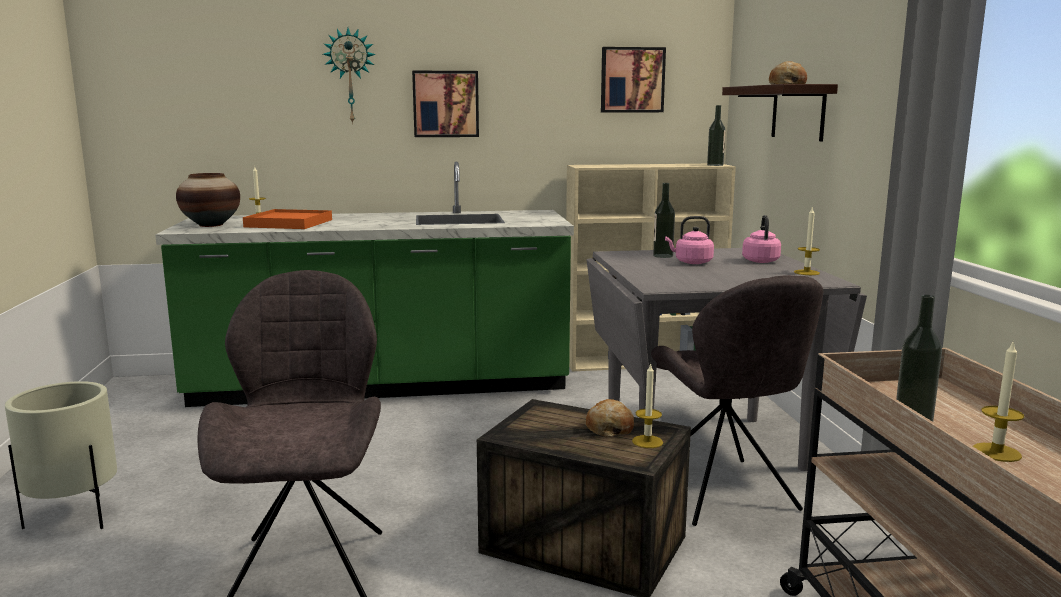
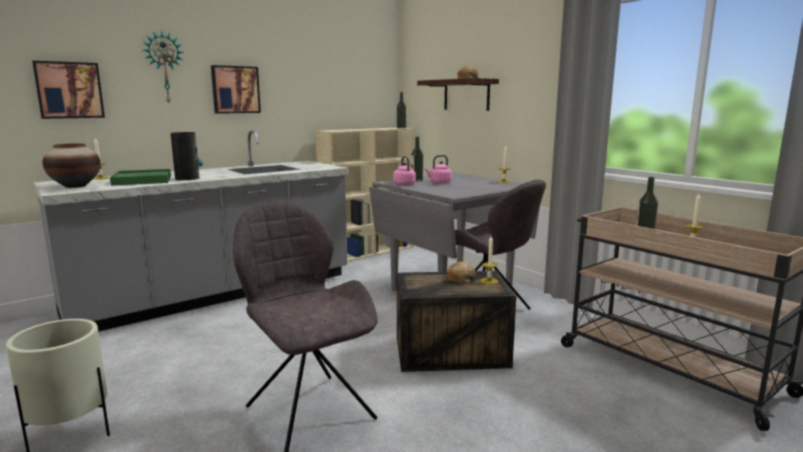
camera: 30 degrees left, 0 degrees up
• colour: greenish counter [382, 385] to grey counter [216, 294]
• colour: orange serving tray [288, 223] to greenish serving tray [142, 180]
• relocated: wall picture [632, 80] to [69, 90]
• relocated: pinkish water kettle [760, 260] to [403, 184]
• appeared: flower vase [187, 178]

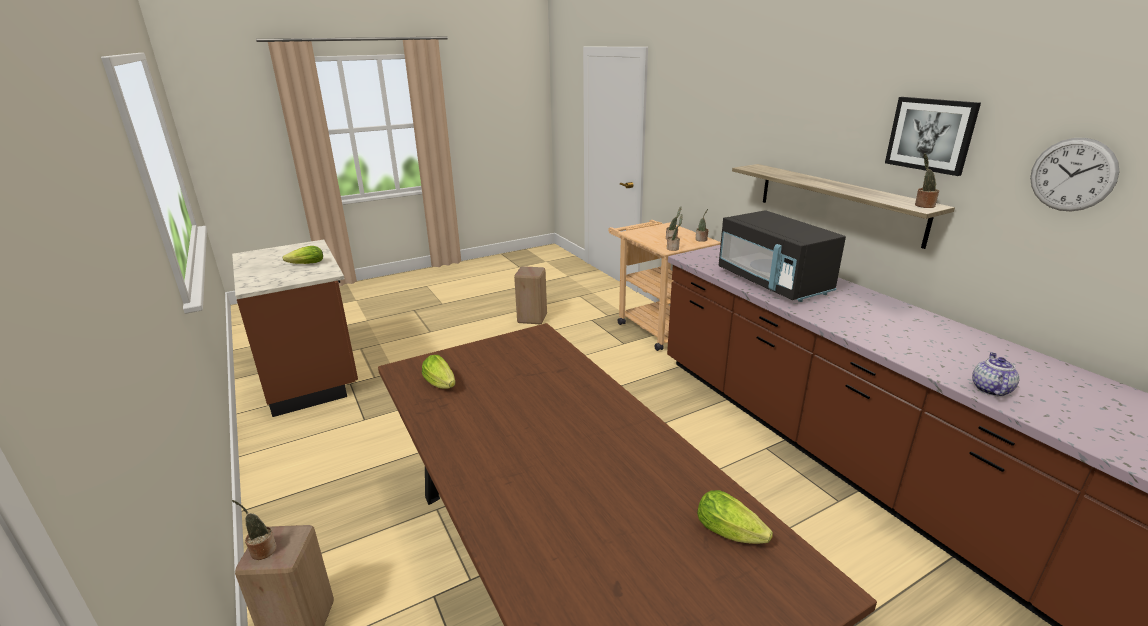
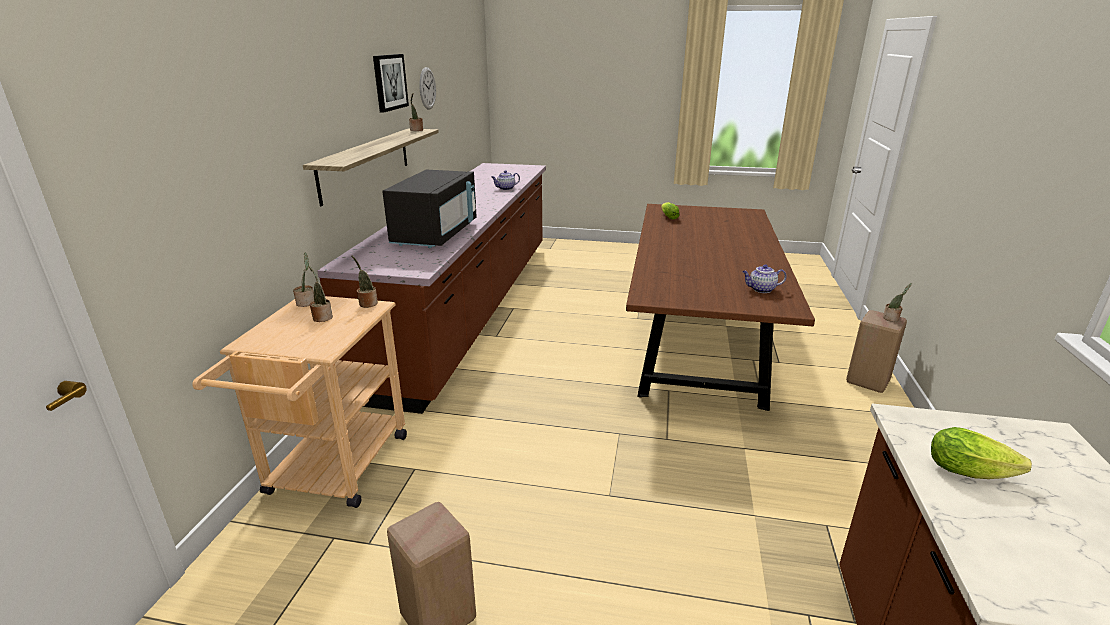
camera: 140 degrees left, 0 degrees up
• exchanged: lettuce head [441, 384] to pot for tea [761, 289]

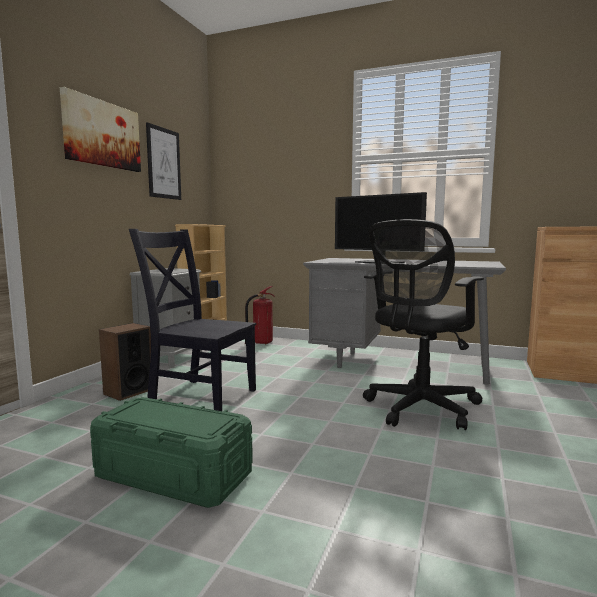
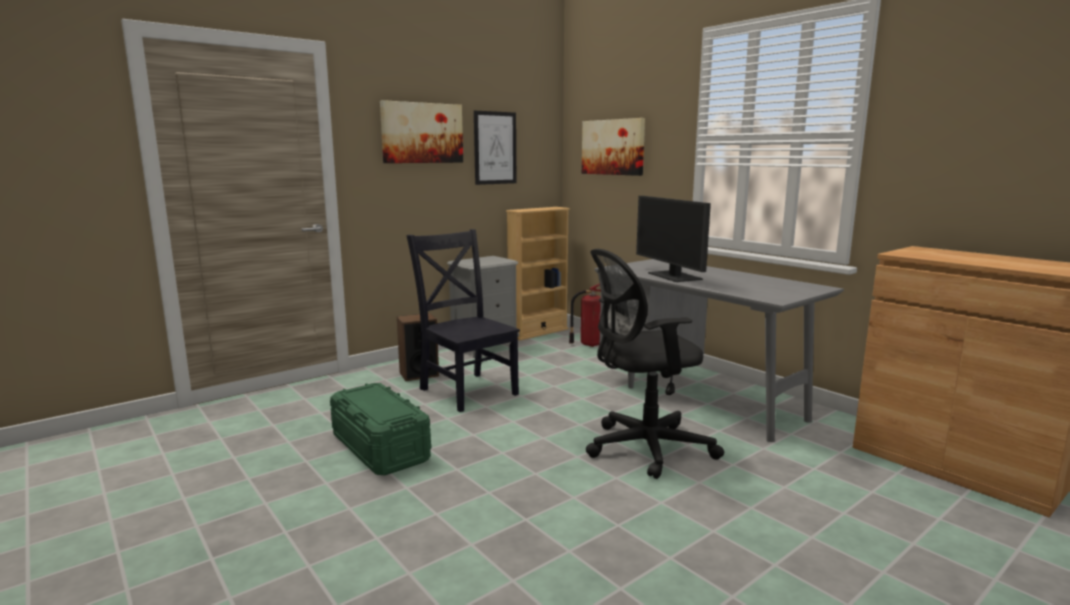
camera: 30 degrees right, 5 degrees up
• appeared: wall picture [613, 147]

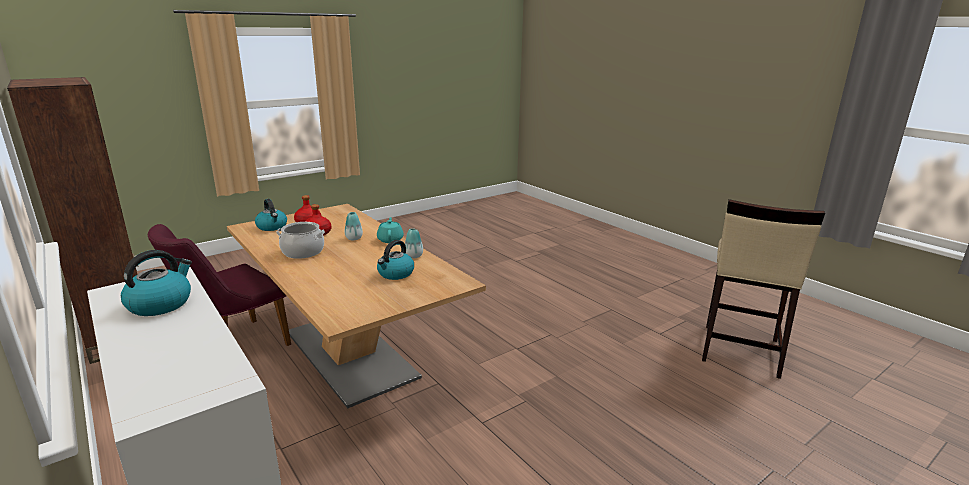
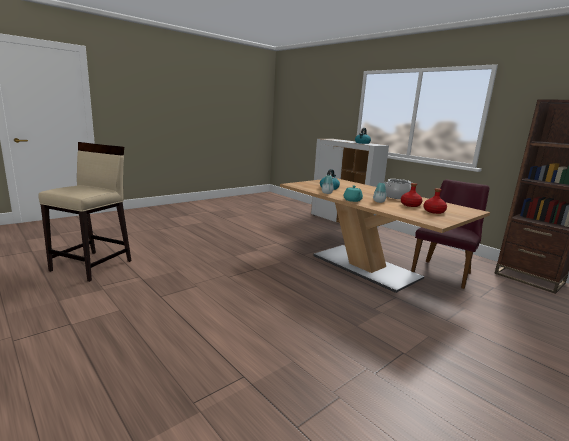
camera: 175 degrees right, 5 degrees down
• missing: water kettle [272, 227]

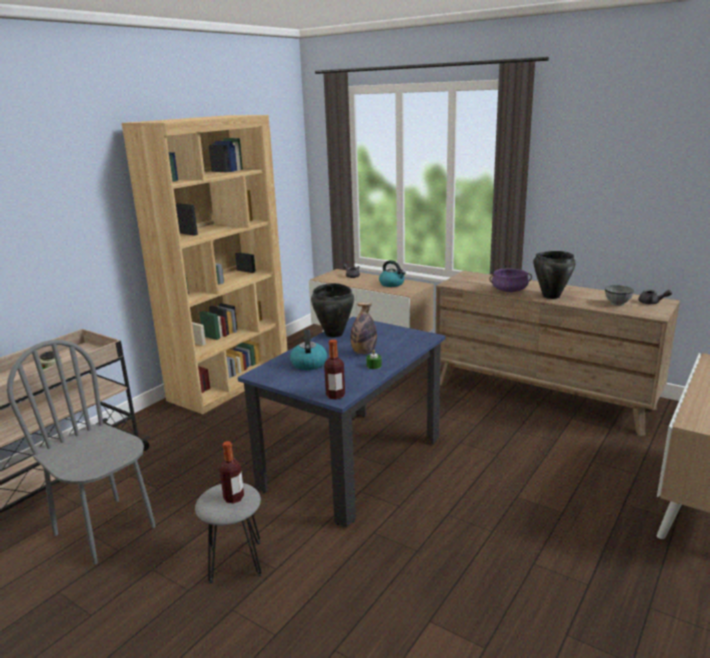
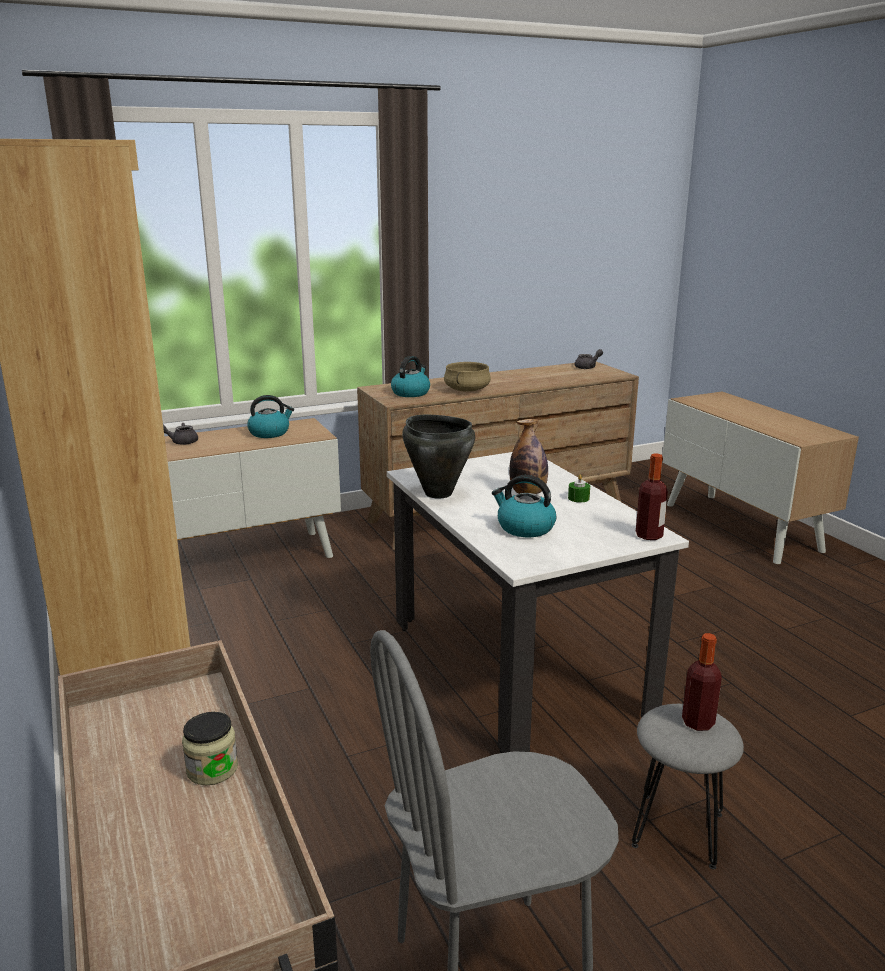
camera: 60 degrees left, 0 degrees up
• colour: blue-coloured kitchen table [352, 462] to whitish kitchen table [516, 665]
• colour: purplish cooking pot [509, 290] to beige cooking pot [467, 390]
• missing: black-coloured cooking pot [550, 296]
• missing: grey bowl [617, 303]
• appeared: water kettle [411, 393]

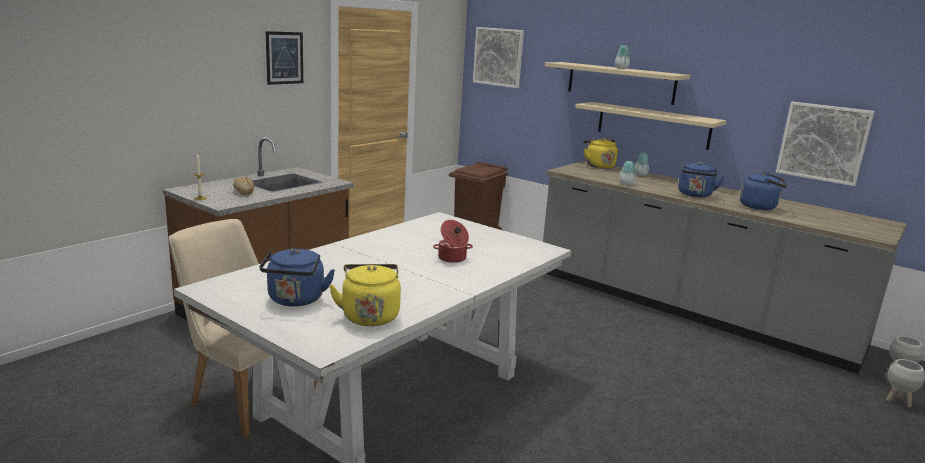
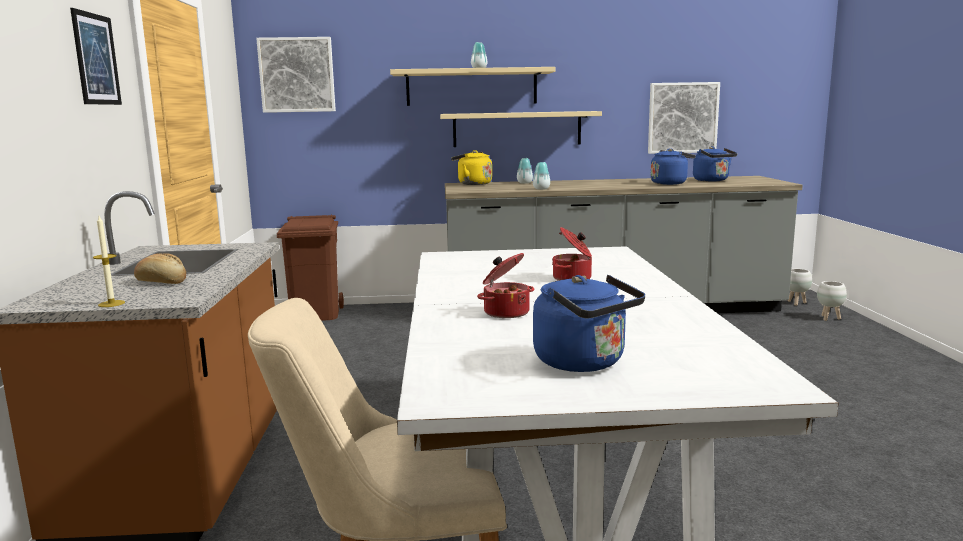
camera: 40 degrees left, 5 degrees down
• missing: yellow water kettle [369, 315]
• relocated: blue-coloured water kettle [695, 195] to [712, 180]
• appeared: cooking pot [505, 312]

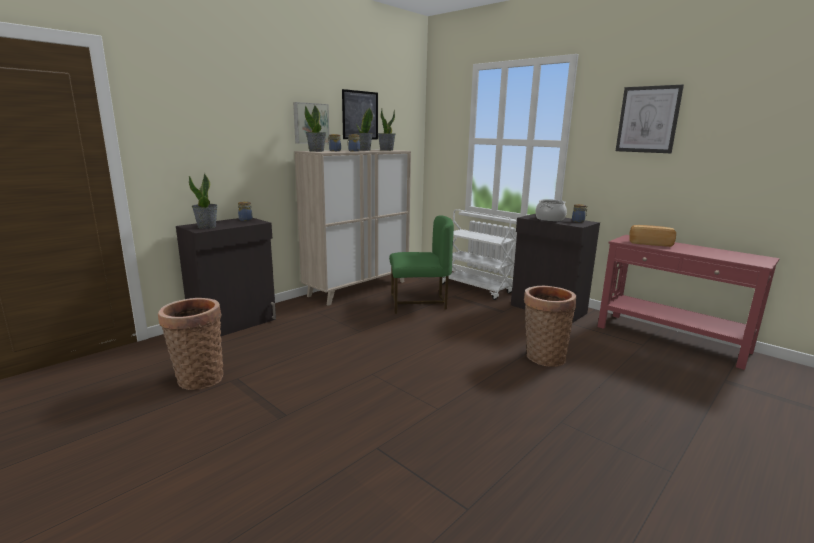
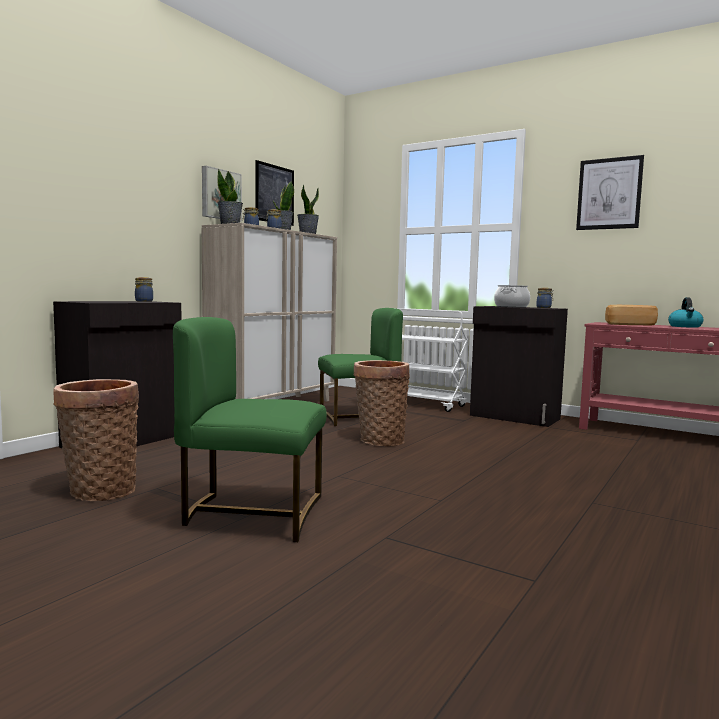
camera: 10 degrees left, 10 degrees down
• missing: plant in a pot [207, 227]
• relocated: household basket [542, 357] to [379, 440]
• appeared: greenish chair [253, 513]
• appeared: water kettle [685, 326]

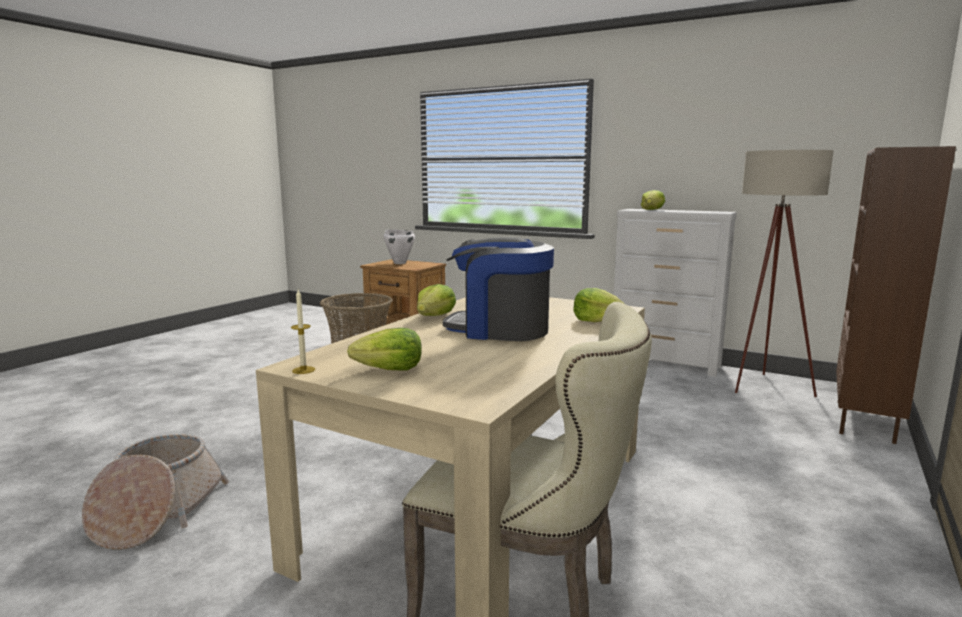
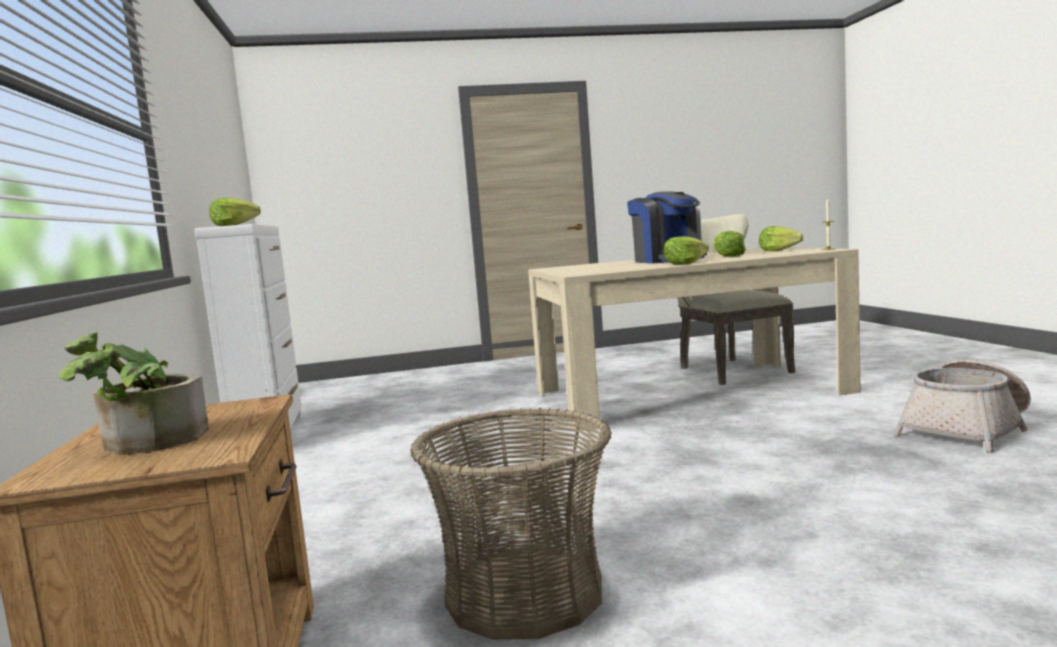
camera: 130 degrees left, 5 degrees down
• exchanged: whitish cooking pot [399, 263] to plant in a pot [143, 444]
• relocated: lettuce head [597, 320] to [728, 256]
• missing: beige standard lamp [763, 388]
• missing: brown-coloured shelving unit [866, 421]

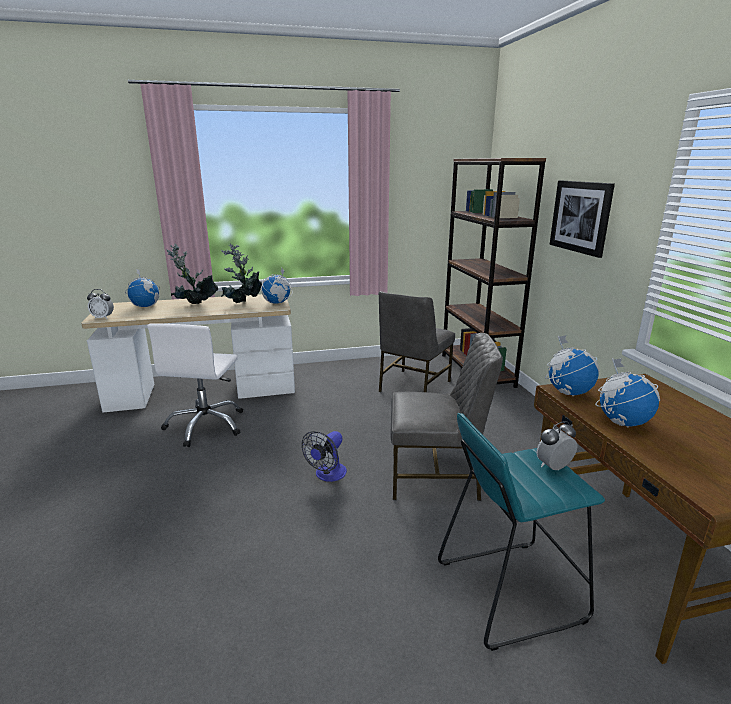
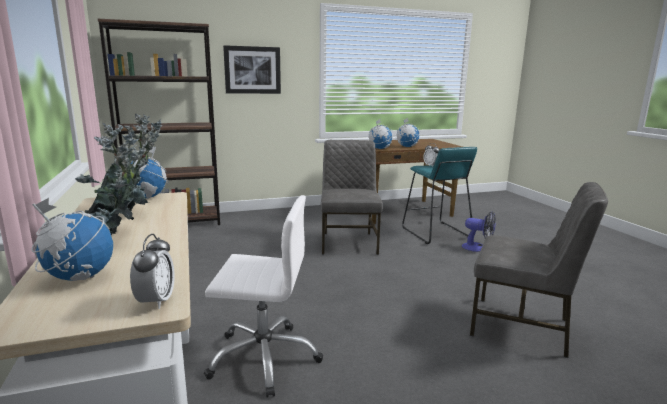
camera: 95 degrees left, 5 degrees down
• relocated: electric fan [327, 475] to [478, 248]
• relocated: grey chair [413, 386] to [522, 327]

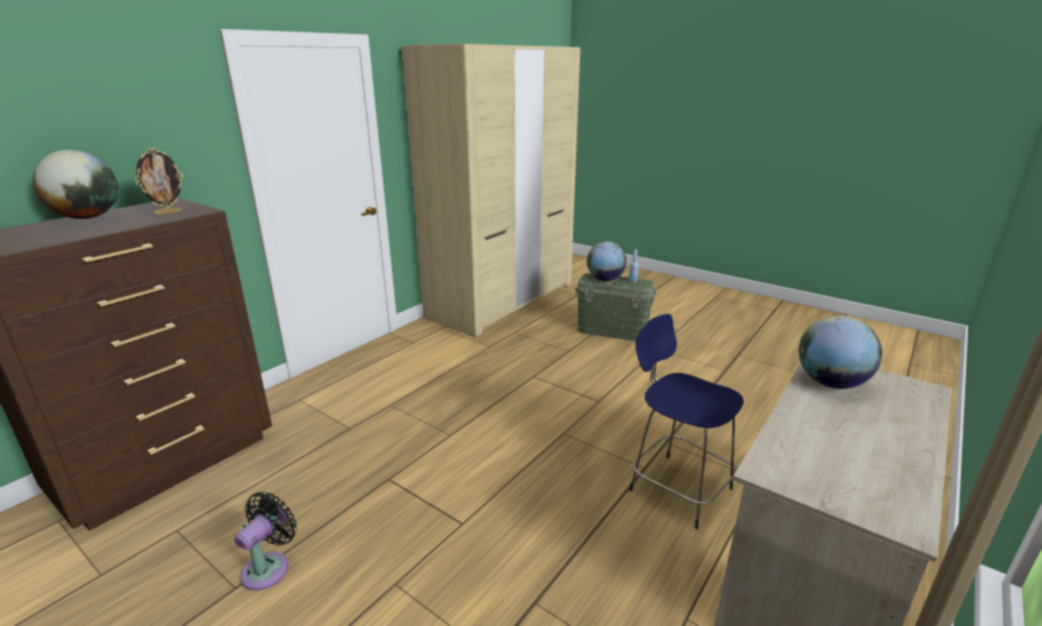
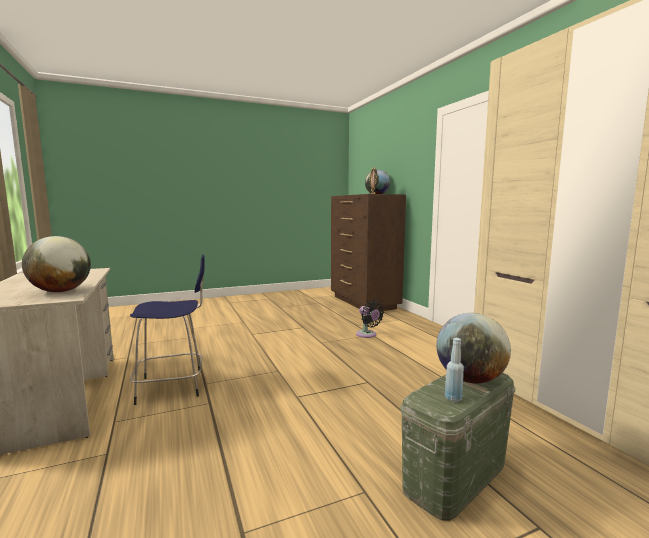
camera: 120 degrees right, 15 degrees down
• relocated: black-coloured electric fan [269, 567] to [367, 335]

